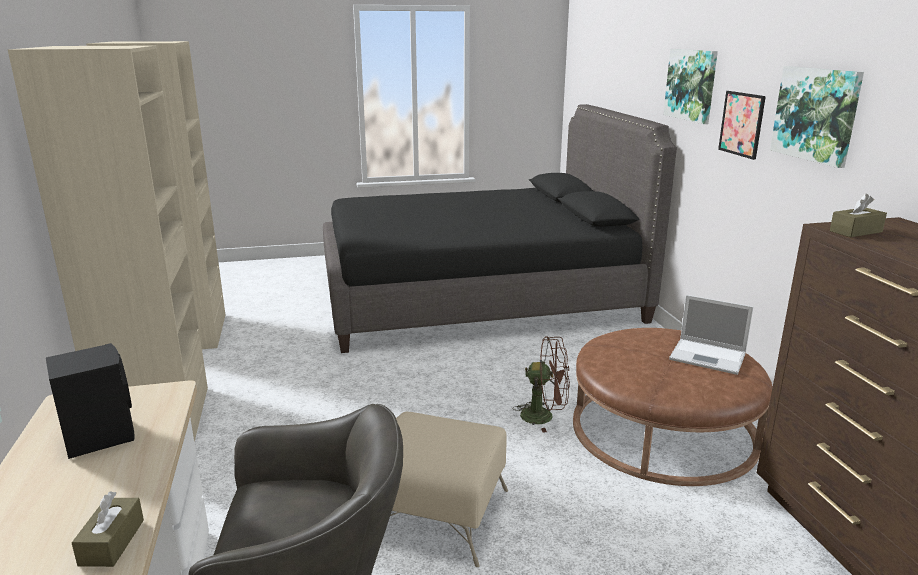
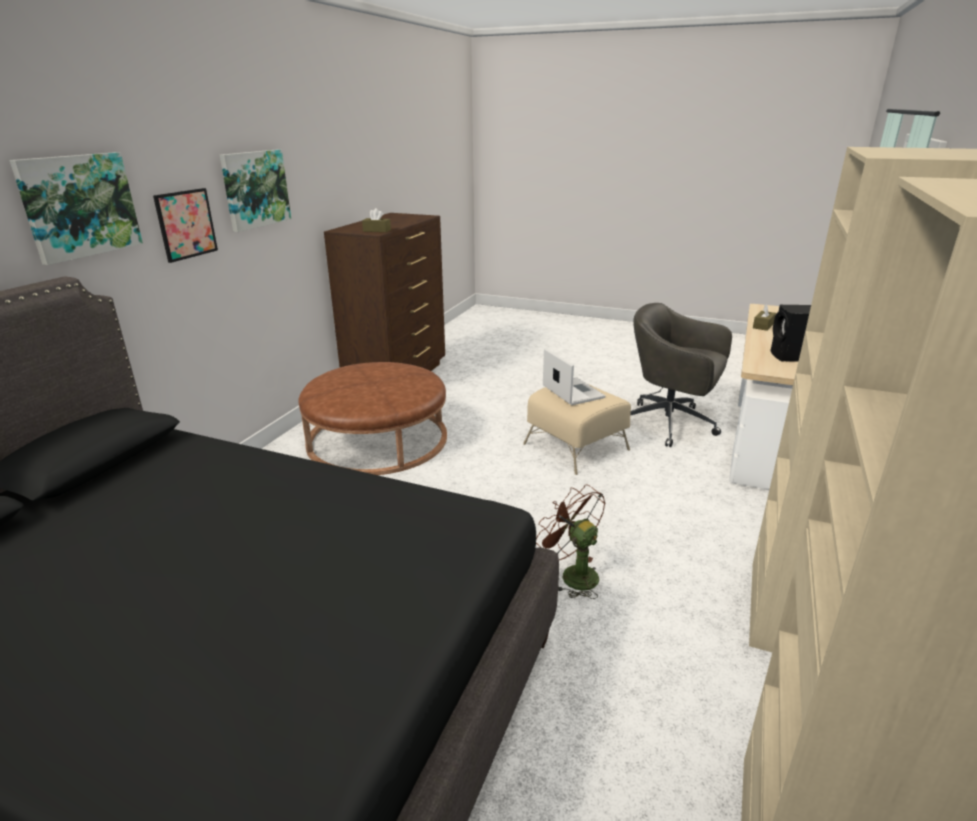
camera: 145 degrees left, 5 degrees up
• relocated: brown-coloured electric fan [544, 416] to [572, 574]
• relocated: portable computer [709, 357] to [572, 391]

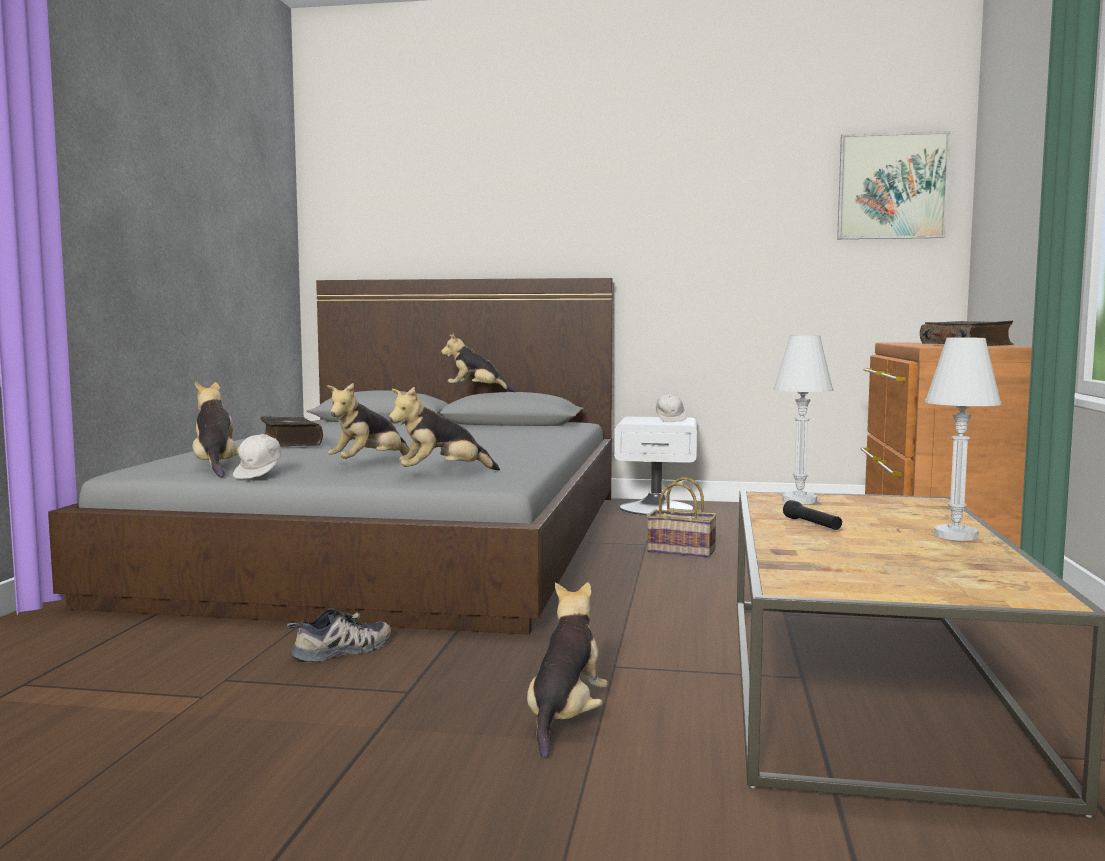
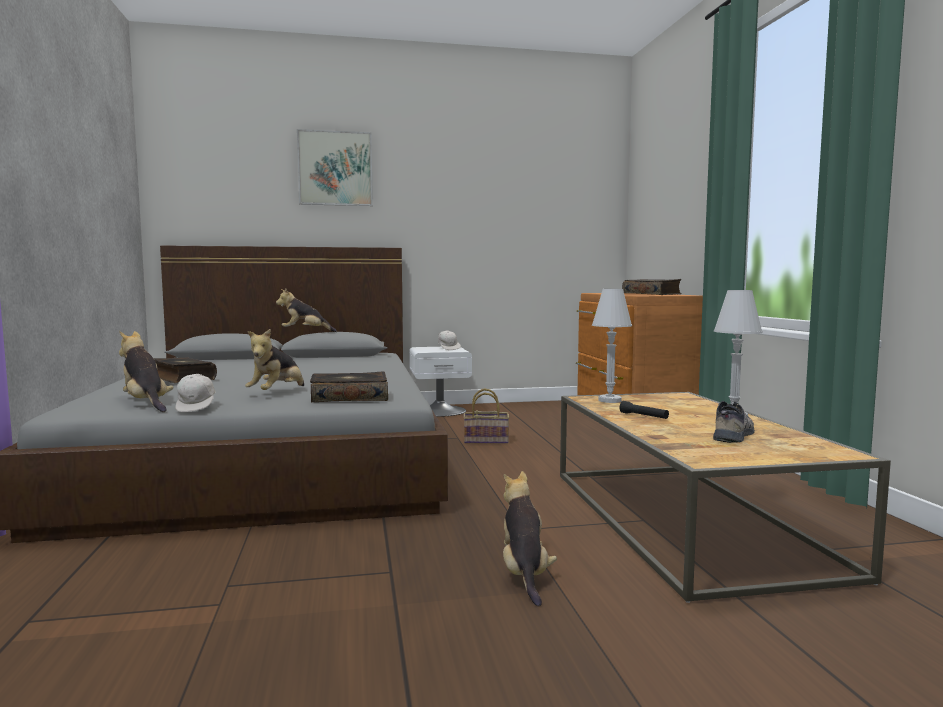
camera: 20 degrees left, 0 degrees up
• relocated: shoe [342, 650] to [734, 434]
• exchanged: plush toy [442, 474] to bound book [349, 398]
• relocated: wall picture [892, 186] to [335, 168]

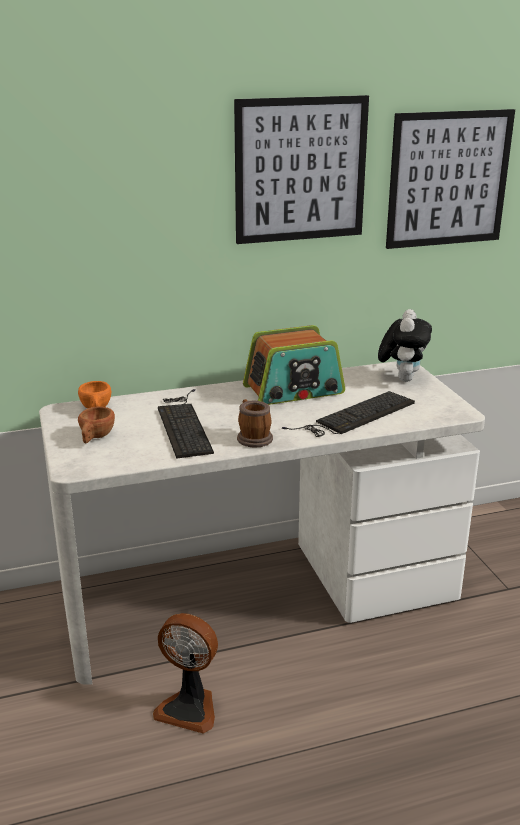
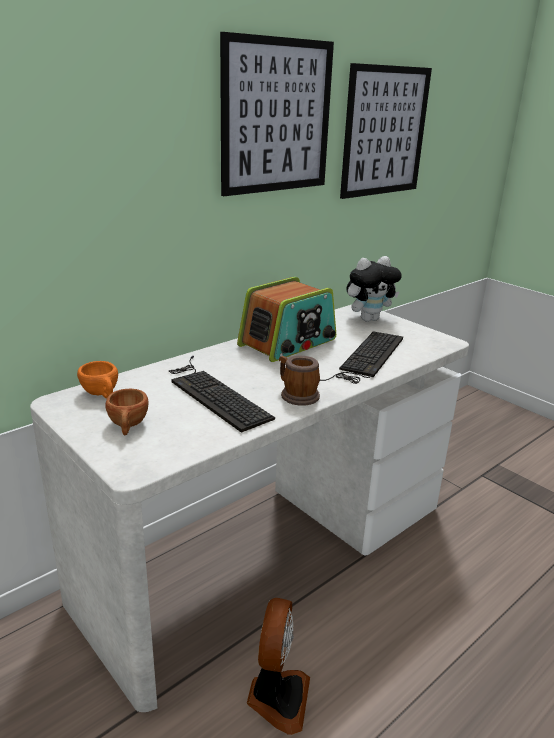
camera: 25 degrees left, 0 degrees up
• spun: electric fan [189, 708] = [277, 697] 75 degrees counterclockwise
• spun: plush toy [402, 378] = [369, 319] 75 degrees clockwise

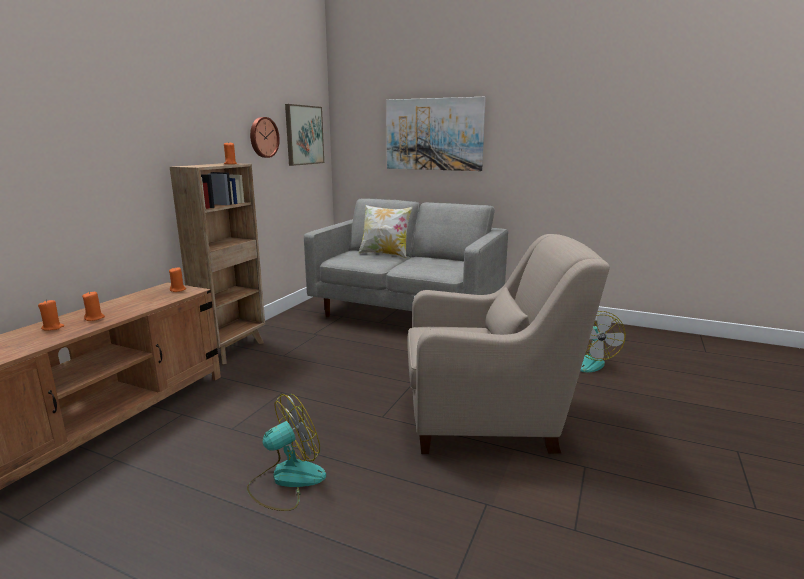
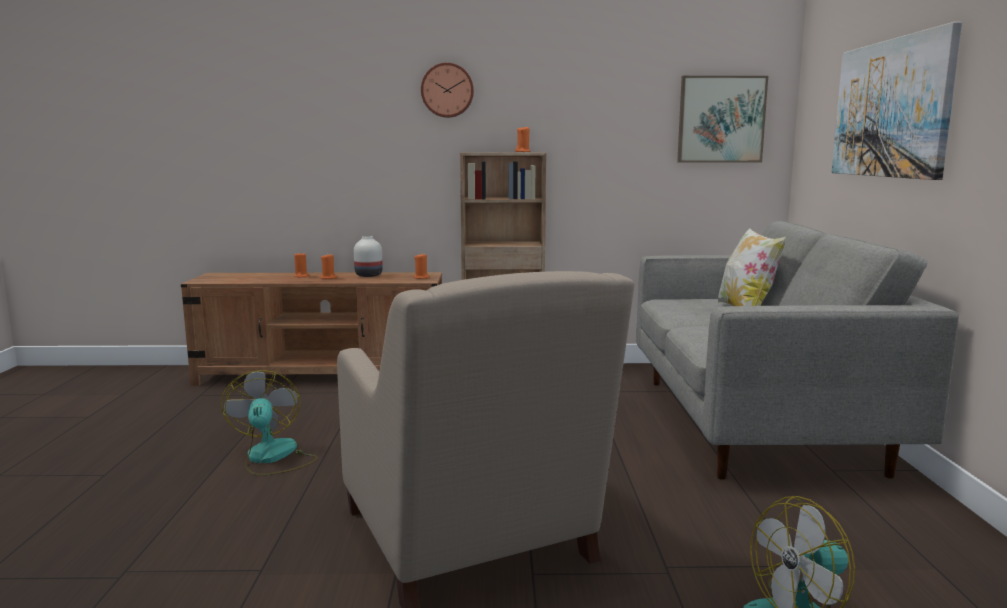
camera: 65 degrees right, 5 degrees down
• spun: electric fan [286, 480] = [272, 458] 135 degrees counterclockwise
• relocated: clock on the wall [263, 137] to [447, 90]
• appeared: whitish flower vase [368, 275]

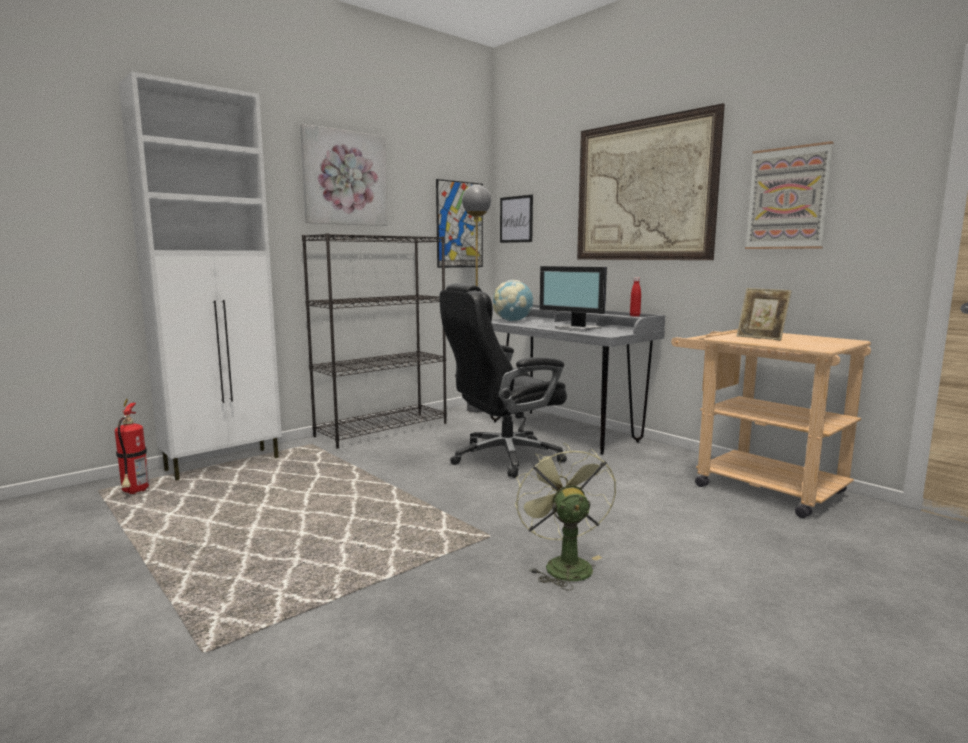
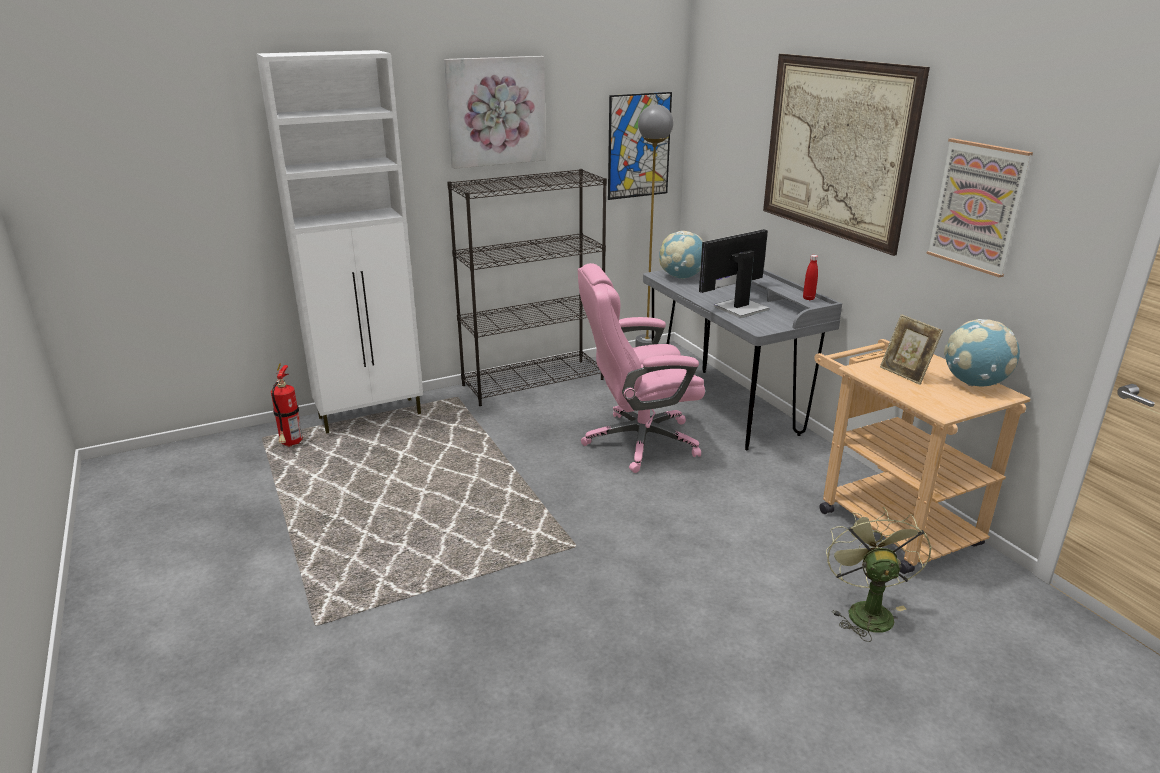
camera: 15 degrees right, 15 degrees up
• colour: black-coloured computer chair [503, 457] to pinkish computer chair [638, 441]
• missing: wall picture [516, 219]
• relocated: greenish electric fan [563, 564] to [866, 610]
• spun: computer screen [577, 328] = [738, 308] 90 degrees clockwise
• appeared: world globe [974, 383]

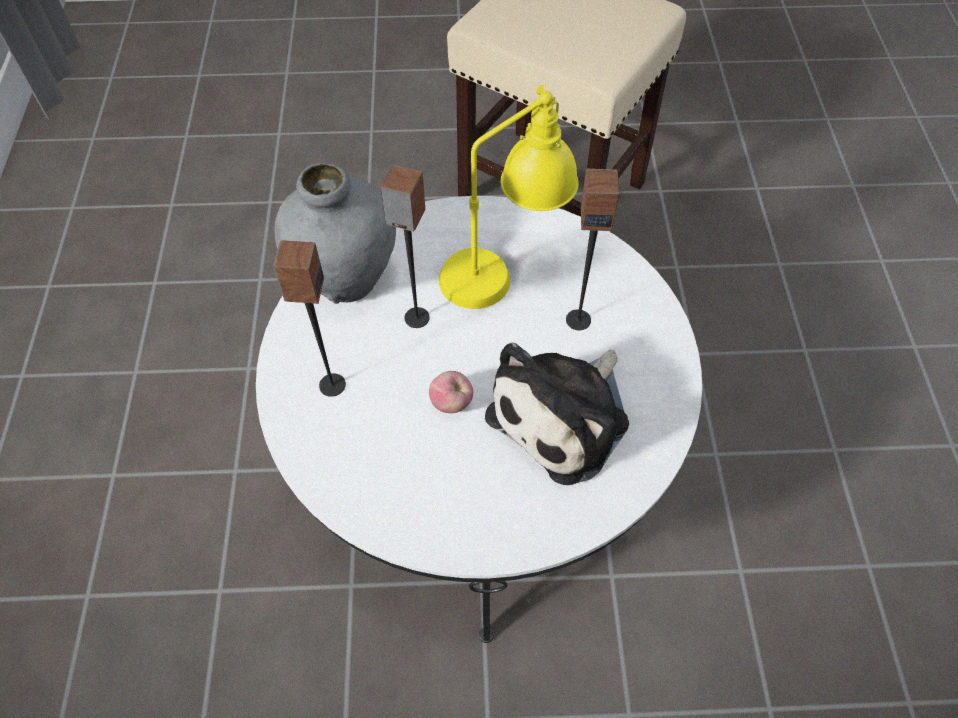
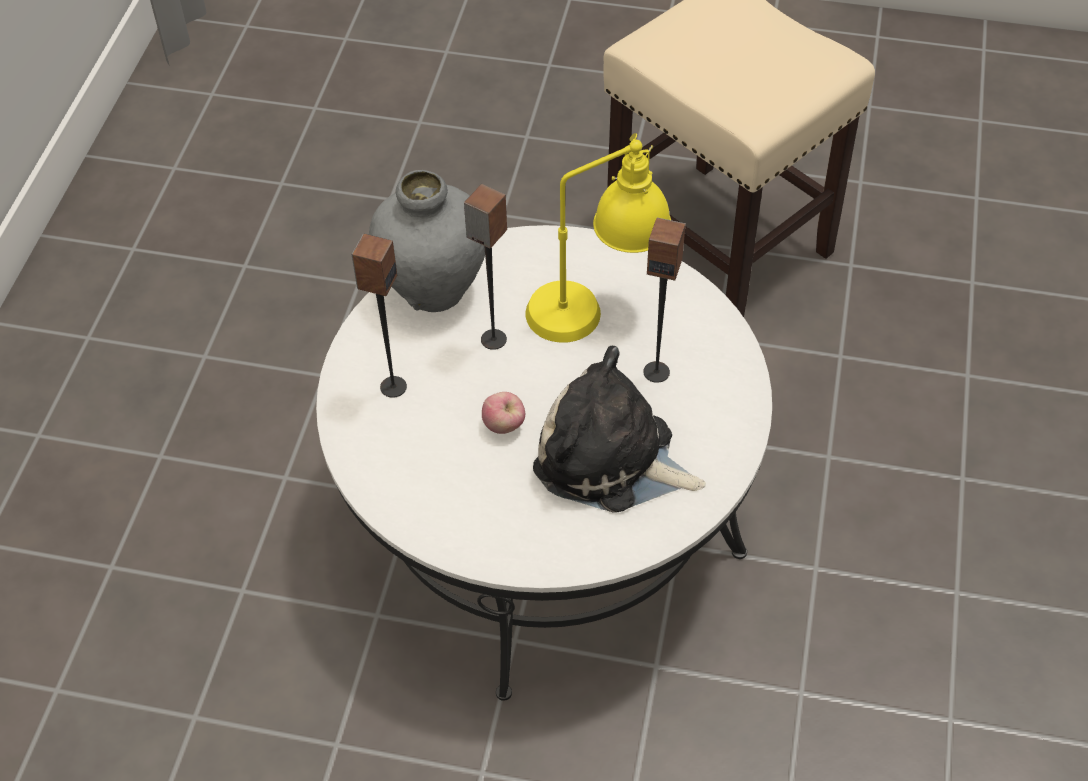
camera: 15 degrees right, 5 degrees down
• spun: plush toy [564, 416] = [611, 459] 60 degrees clockwise

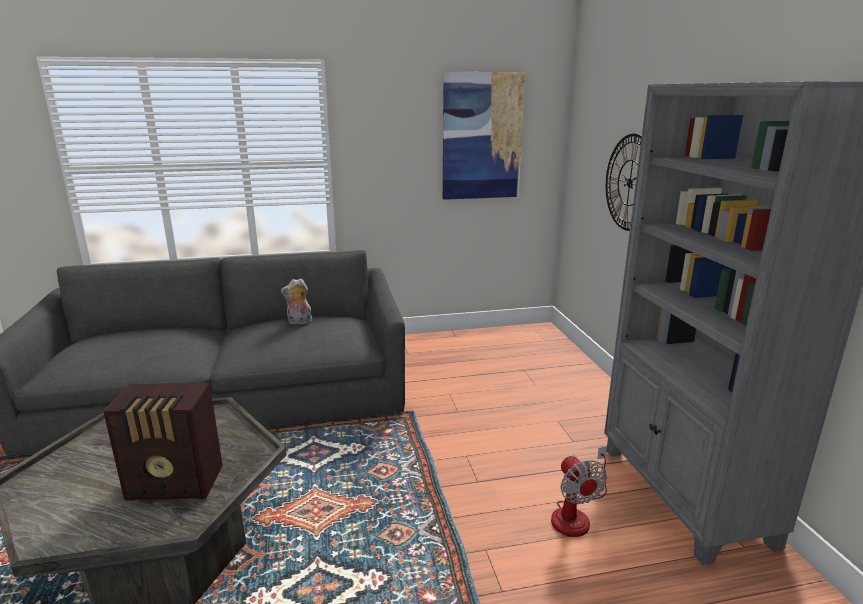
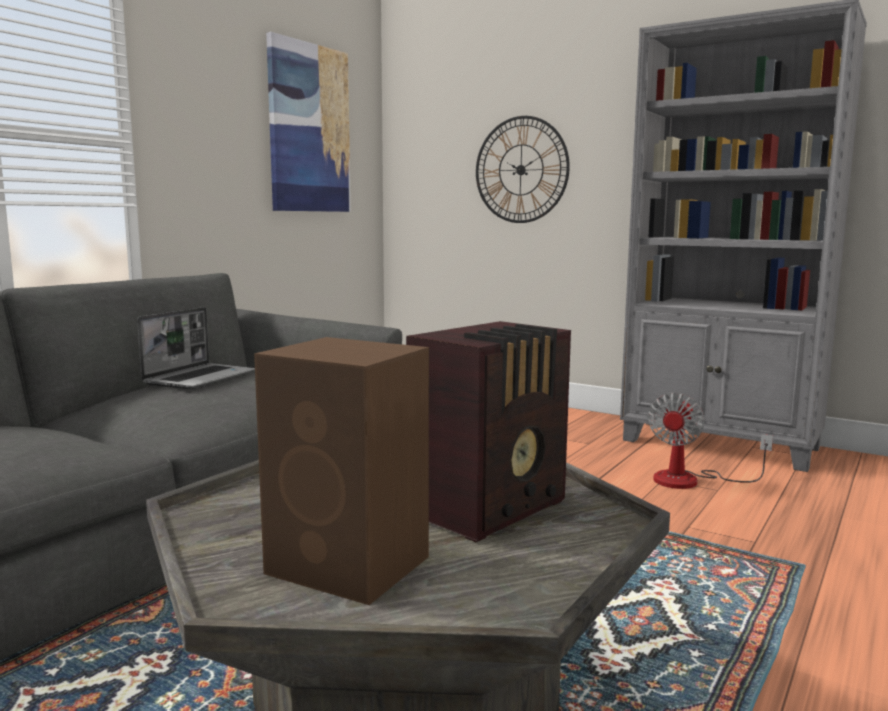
camera: 45 degrees left, 10 degrees down
• exchanged: plush toy [299, 322] to portable computer [200, 378]
• spun: electric fan [576, 514] = [690, 480] 90 degrees clockwise
• appeared: brown-coloured loudspeaker [351, 566]

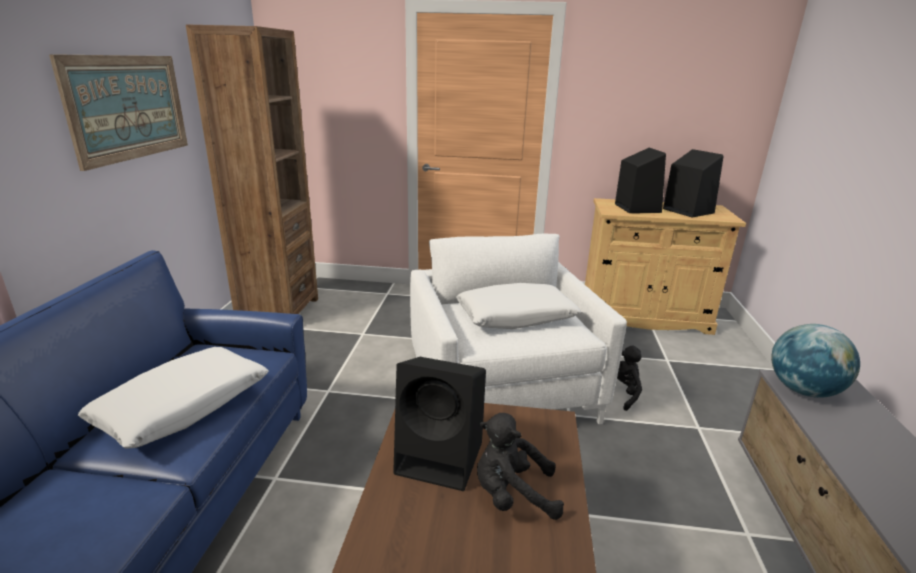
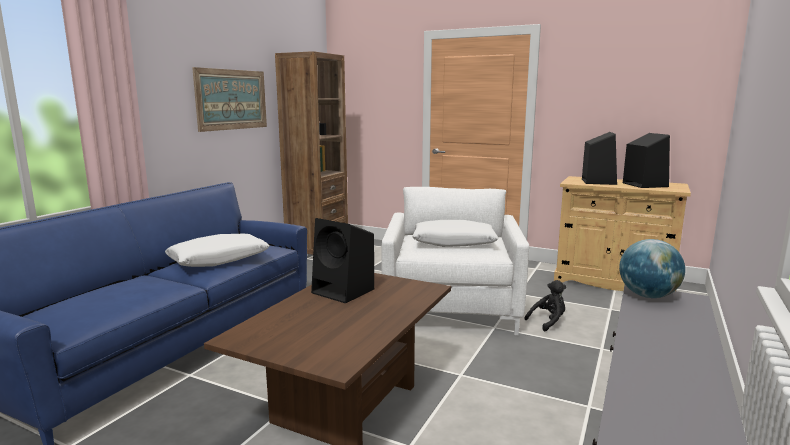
camera: 20 degrees right, 10 degrees down
• missing: black-coloured plush toy [512, 495]

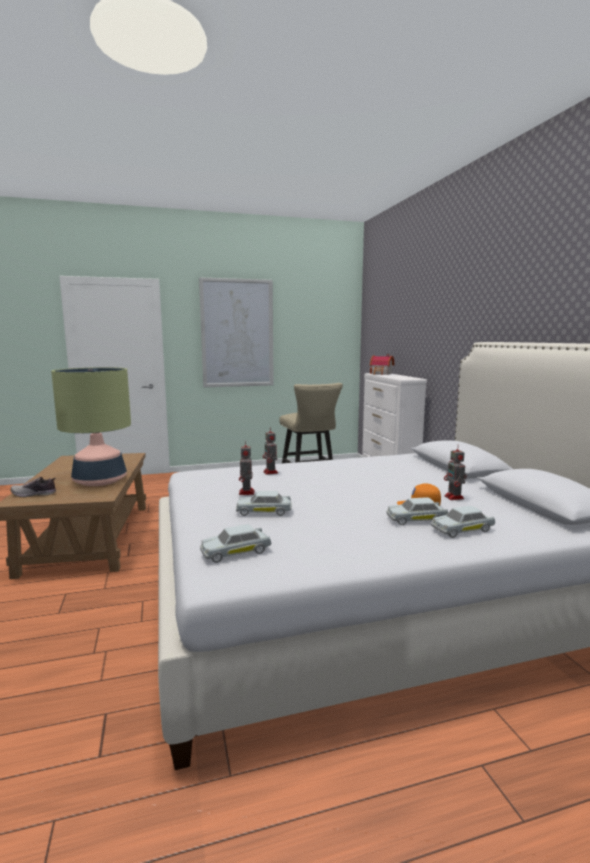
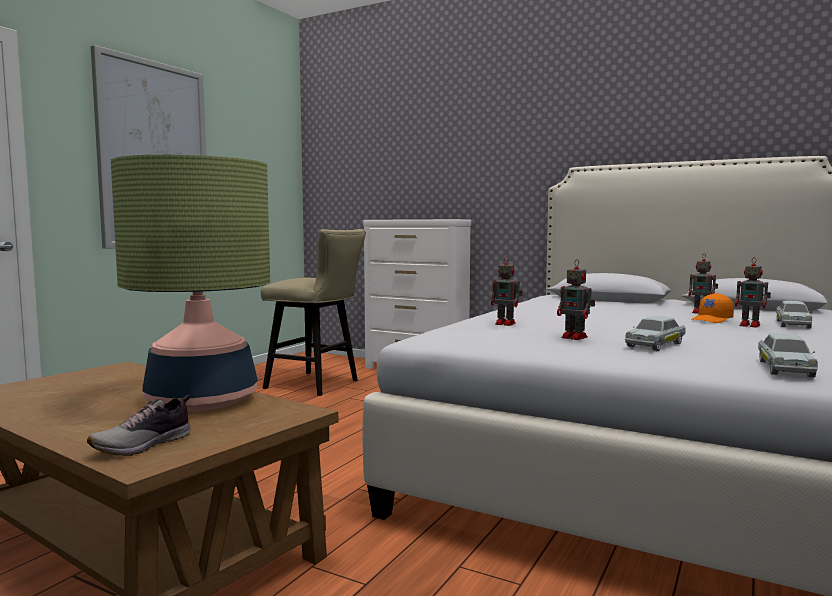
camera: 45 degrees left, 5 degrees down
• missing: model house [381, 374]
• exchanged: whitish miniature car [416, 519] to robot figure [751, 325]

